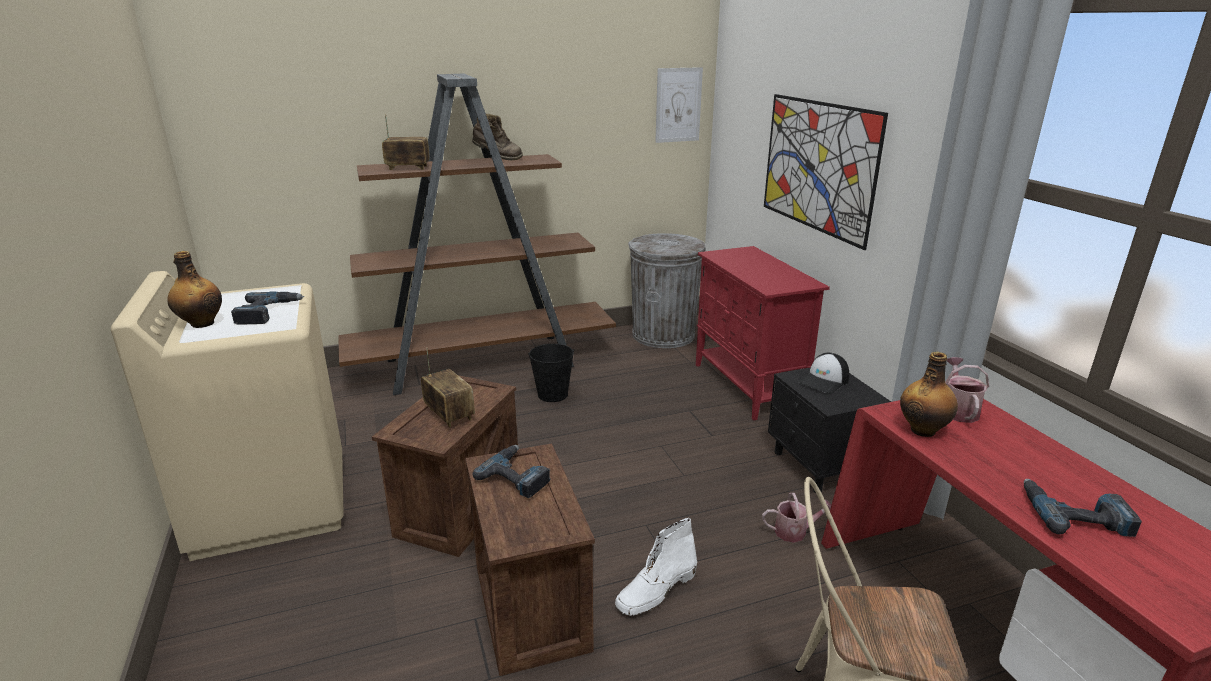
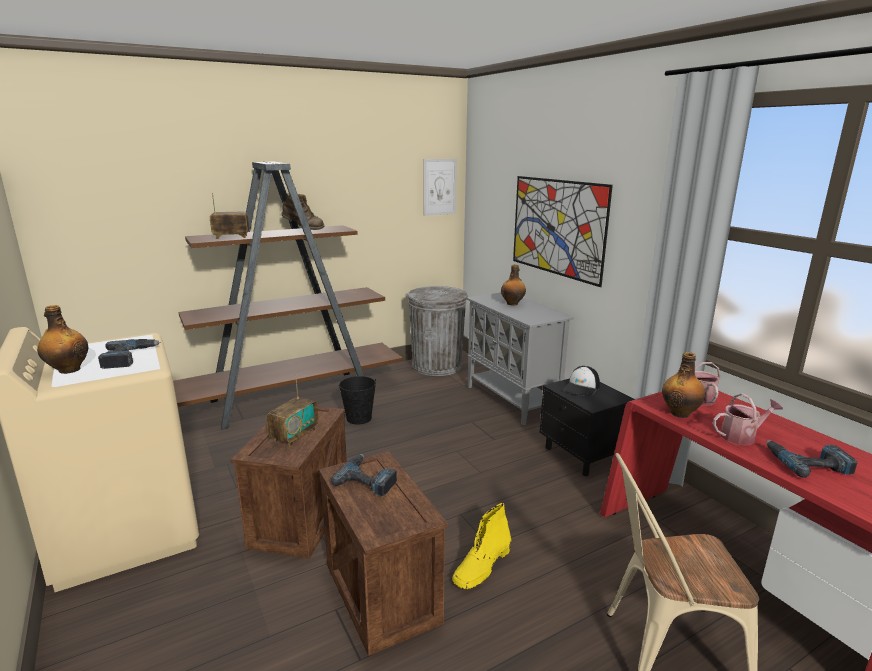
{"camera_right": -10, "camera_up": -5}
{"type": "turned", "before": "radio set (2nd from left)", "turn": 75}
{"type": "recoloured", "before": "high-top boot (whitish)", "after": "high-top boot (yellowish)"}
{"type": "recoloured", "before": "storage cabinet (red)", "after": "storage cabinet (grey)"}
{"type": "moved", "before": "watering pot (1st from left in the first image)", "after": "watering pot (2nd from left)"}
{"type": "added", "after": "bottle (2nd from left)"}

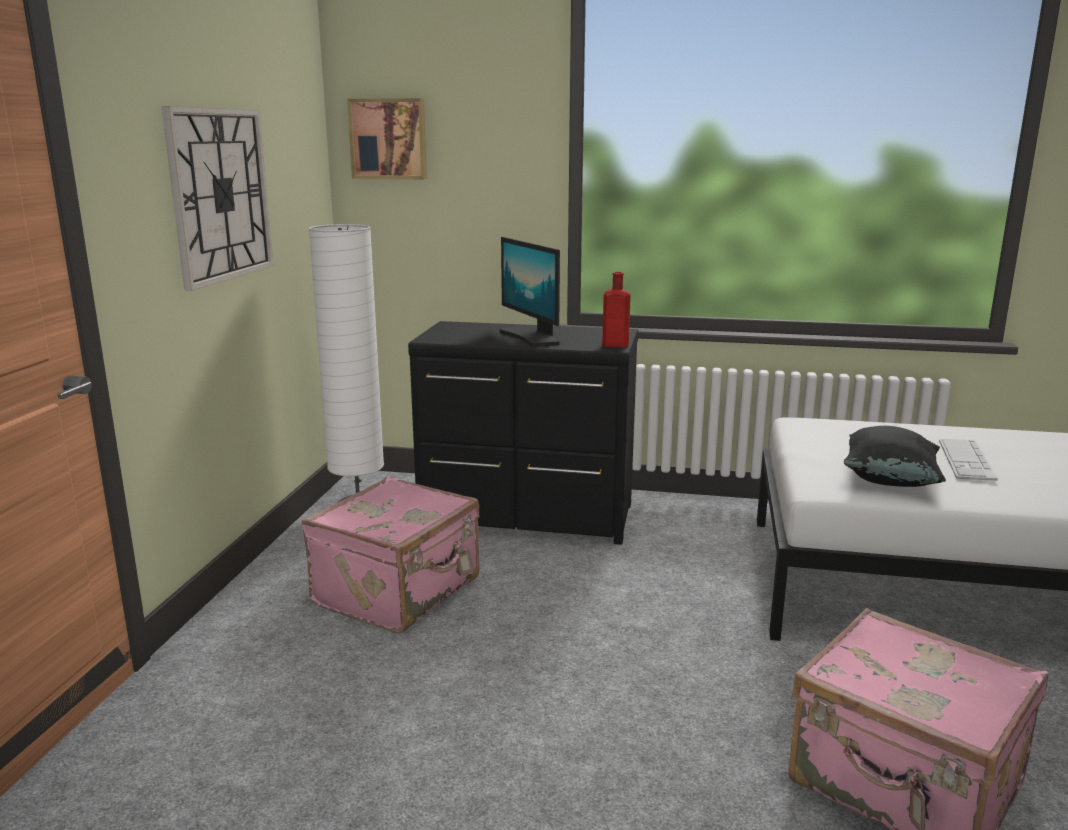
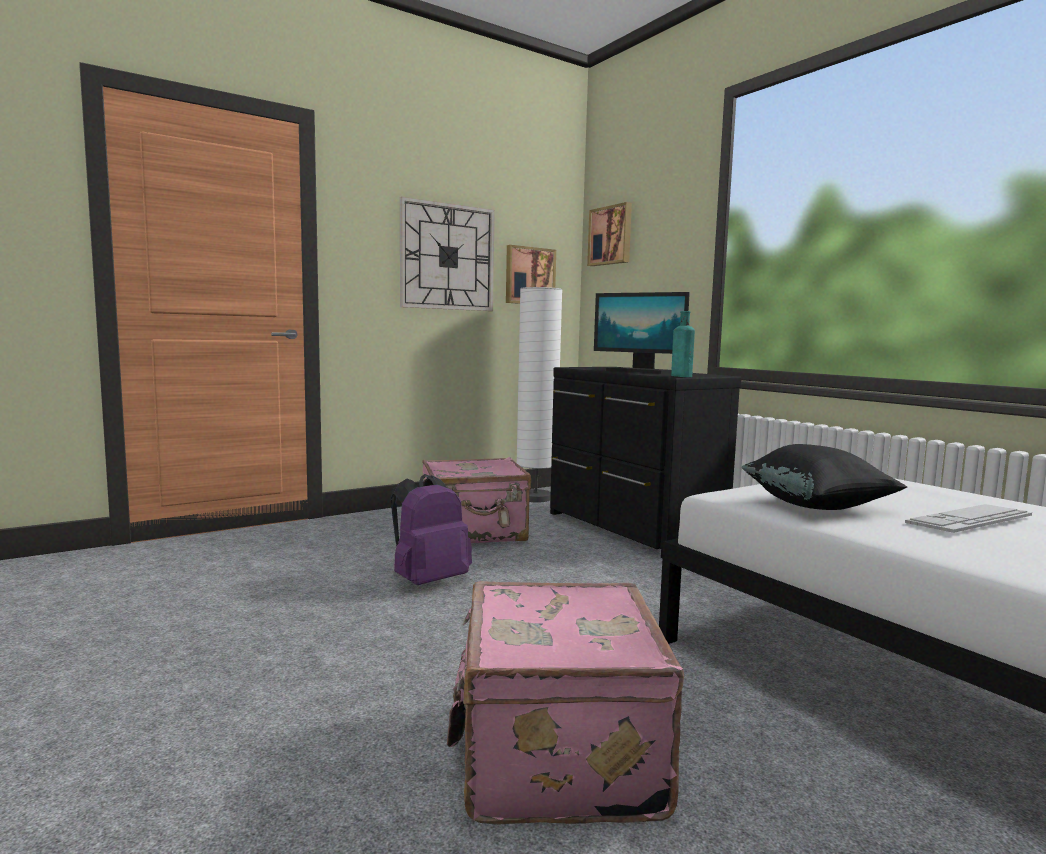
{"camera_right": 45, "camera_up": -10}
{"type": "turned", "before": "computer screen", "turn": -75}
{"type": "recoloured", "before": "bottle (red)", "after": "bottle (turquoise)"}
{"type": "added", "after": "backpack (purple)"}
{"type": "added", "after": "wall picture (1st from left)"}

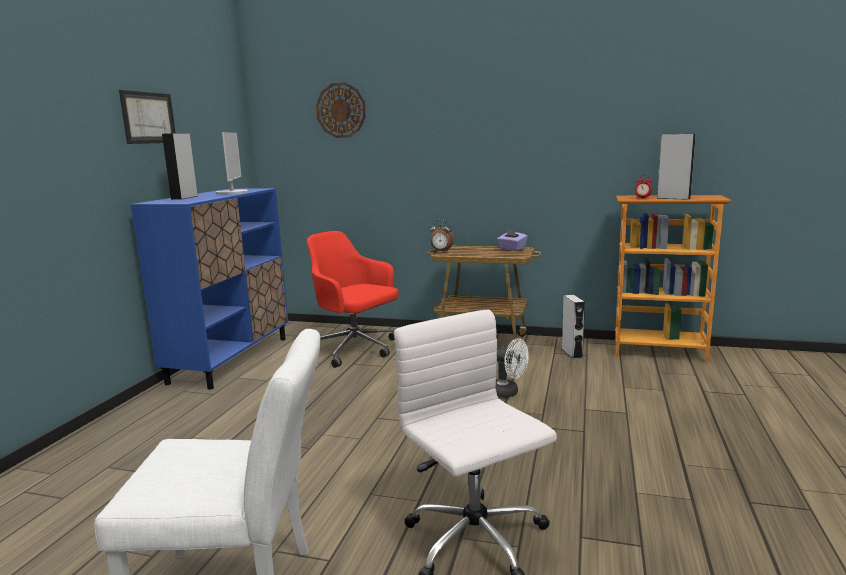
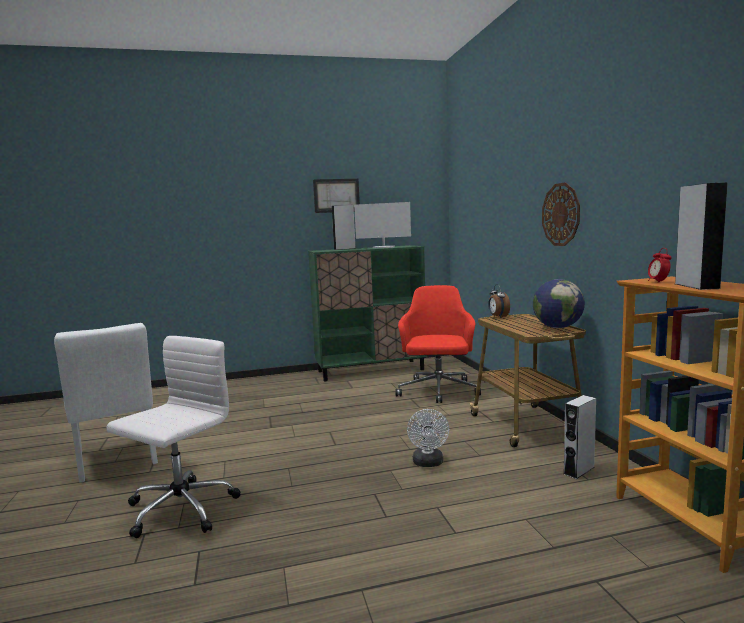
{"camera_right": 60, "camera_up": -5}
{"type": "recoloured", "before": "storage cabinet (blue-coloured)", "after": "storage cabinet (green)"}
{"type": "turned", "before": "computer screen", "turn": 45}
{"type": "moved", "before": "wall clock"}
{"type": "replaced", "before": "tissue holder (purple)", "after": "globe"}

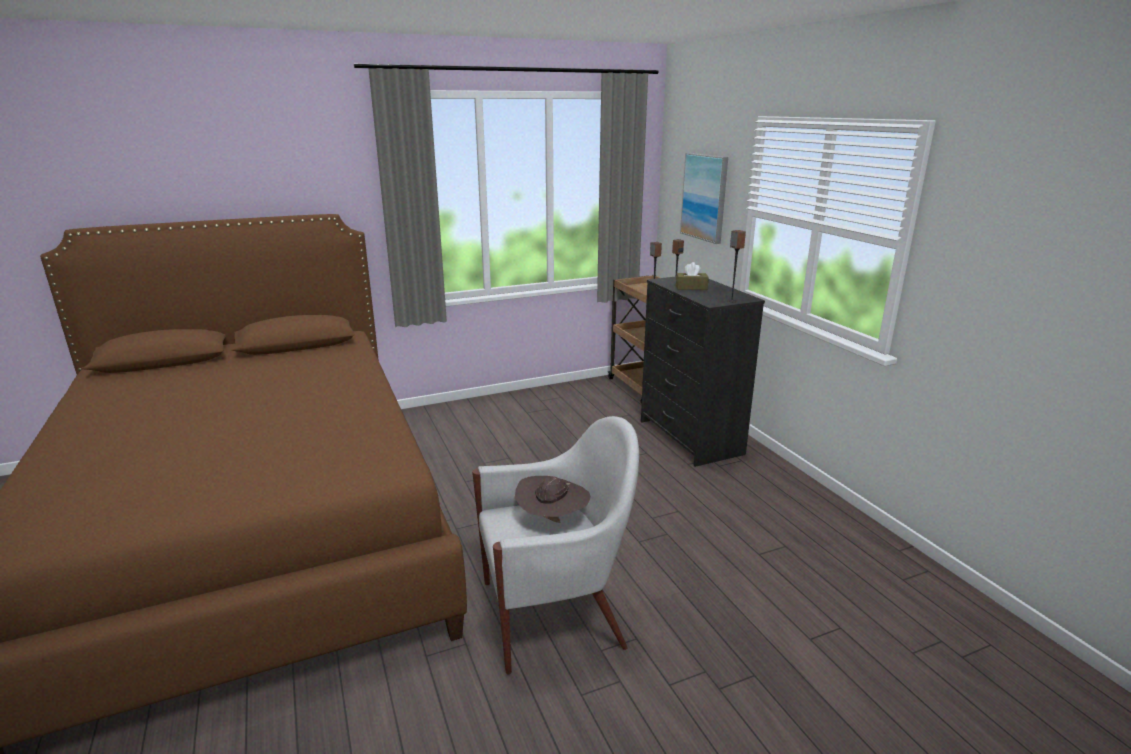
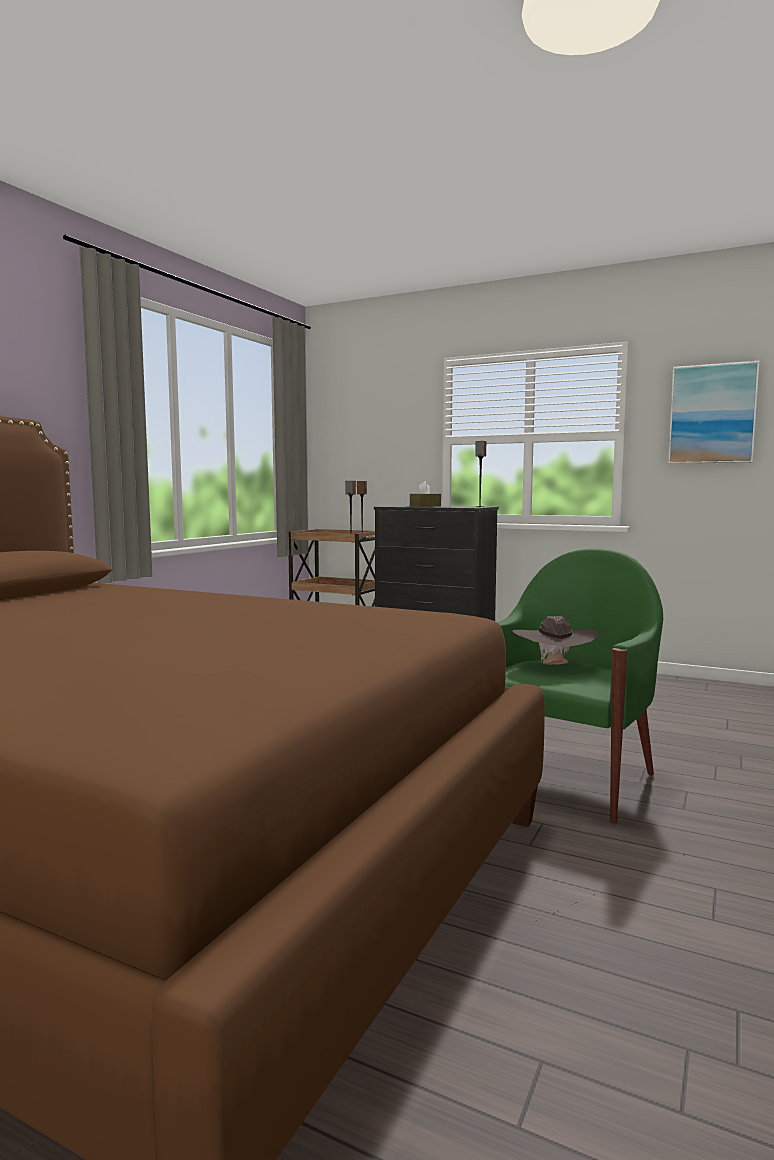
{"camera_right": -40, "camera_up": -15}
{"type": "recoloured", "before": "lounge chair (whitish)", "after": "lounge chair (green)"}
{"type": "moved", "before": "wall picture"}

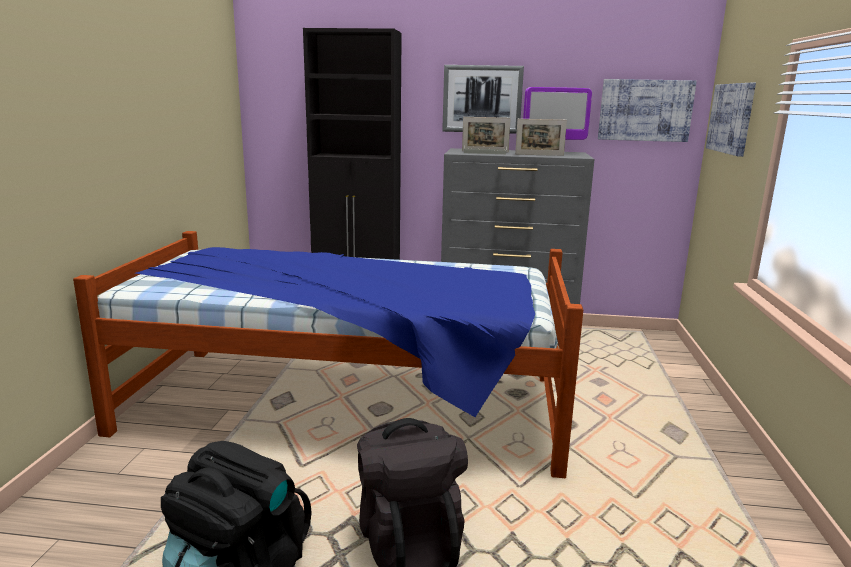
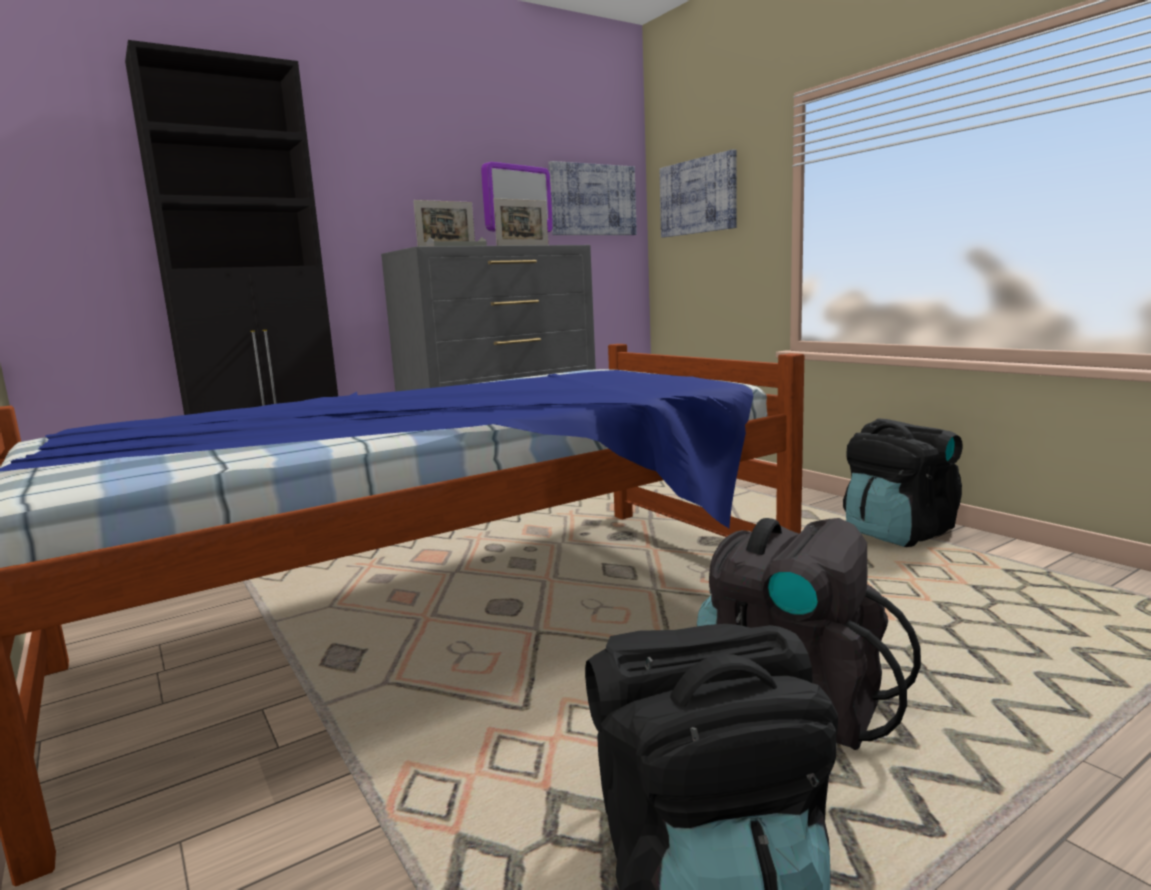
{"camera_right": -40, "camera_up": -5}
{"type": "removed", "before": "wall picture (1st from left)"}
{"type": "added", "after": "backpack (blackish) (3rd from left)"}

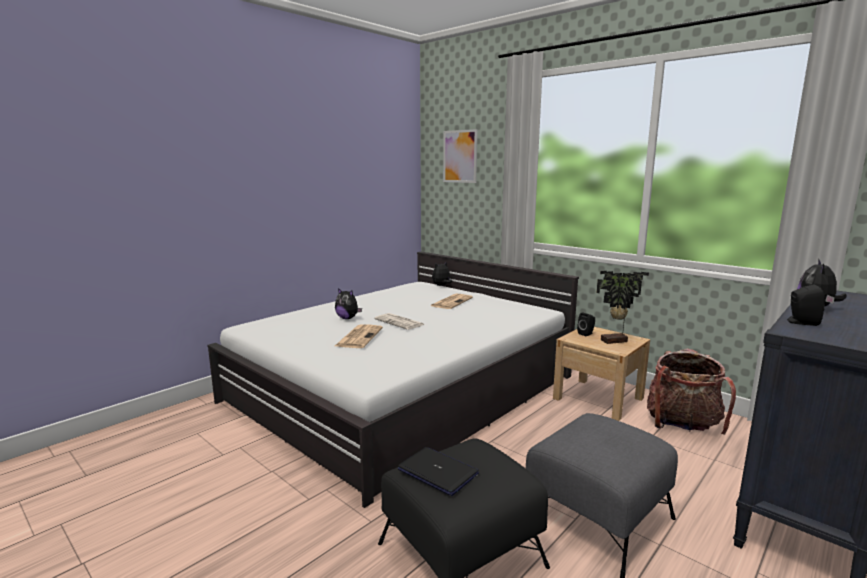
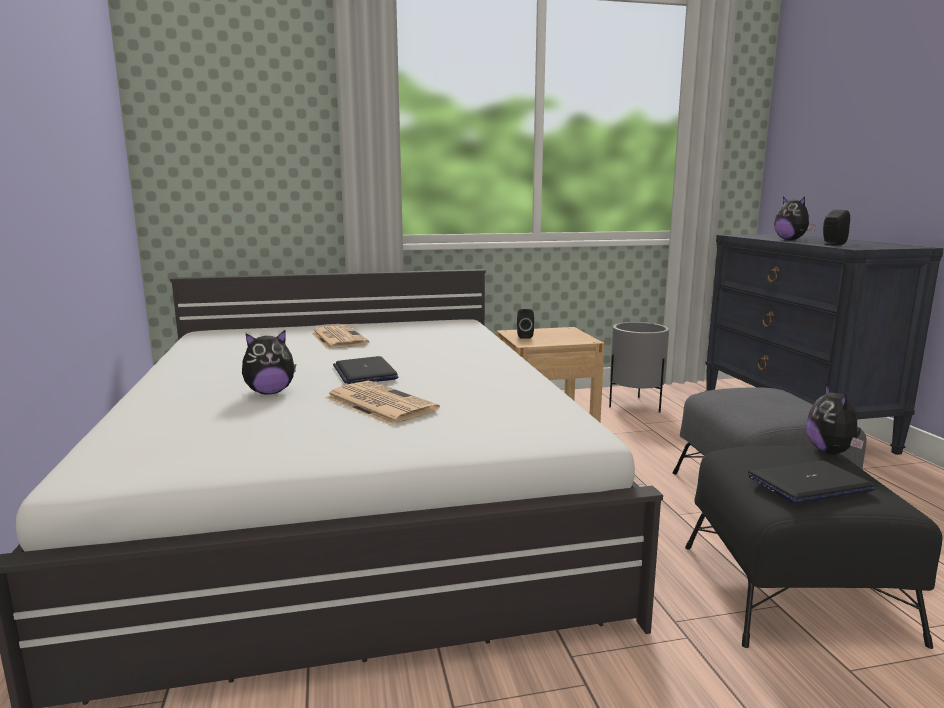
{"camera_right": -55, "camera_up": 0}
{"type": "replaced", "before": "printed paper (2nd from left)", "after": "notebook computer (1st from left)"}
{"type": "moved", "before": "soft toy (2nd from left in the first image)", "after": "soft toy (3rd from left)"}
{"type": "removed", "before": "wall picture"}
{"type": "removed", "before": "plant in a pot"}
{"type": "replaced", "before": "backpack", "after": "planter (grey)"}

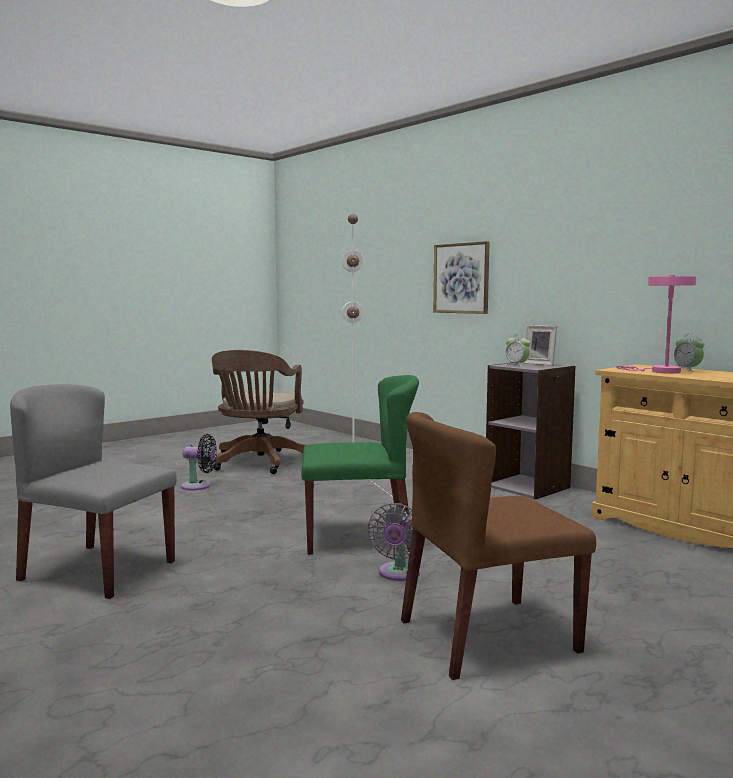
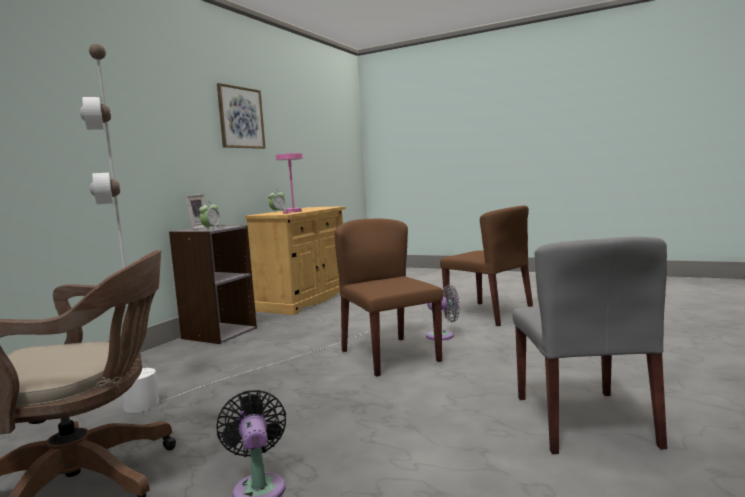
{"camera_right": -110, "camera_up": 0}
{"type": "recoloured", "before": "chair (green)", "after": "chair (brown) (1st from left)"}
{"type": "moved", "before": "wall picture"}

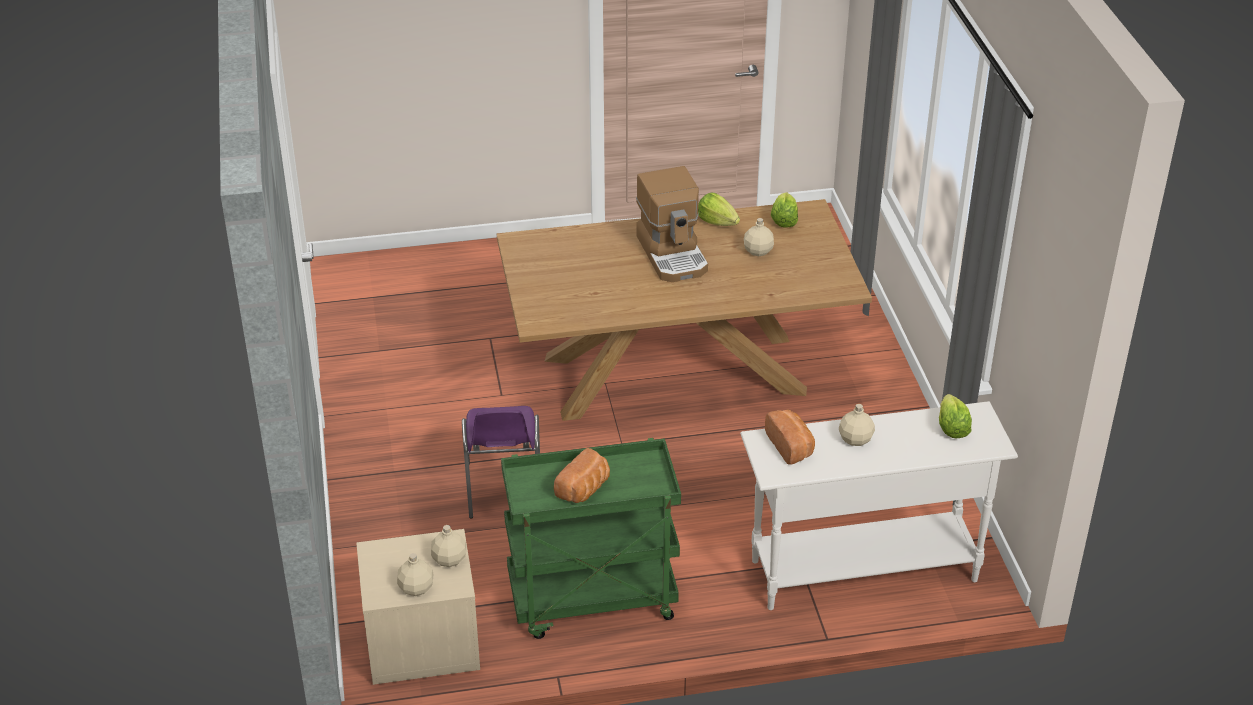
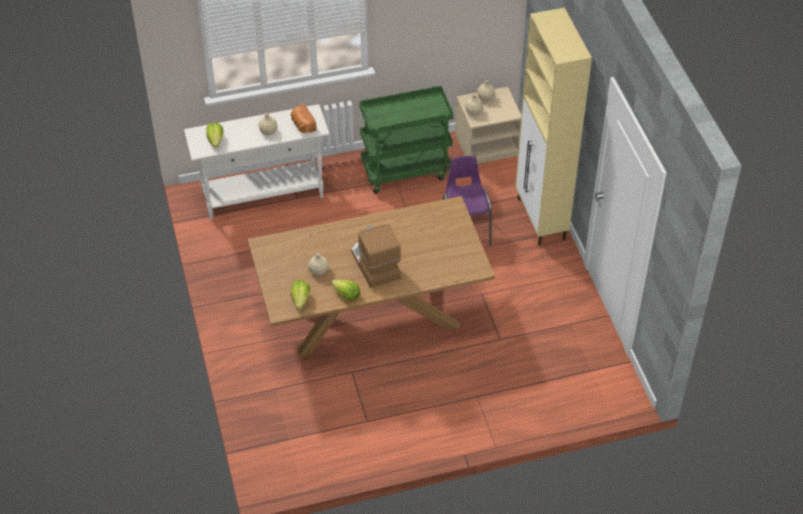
{"camera_right": 175, "camera_up": 10}
{"type": "removed", "before": "bread (1st from left)"}
{"type": "added", "after": "storage cabinet (beige-coloured)"}

